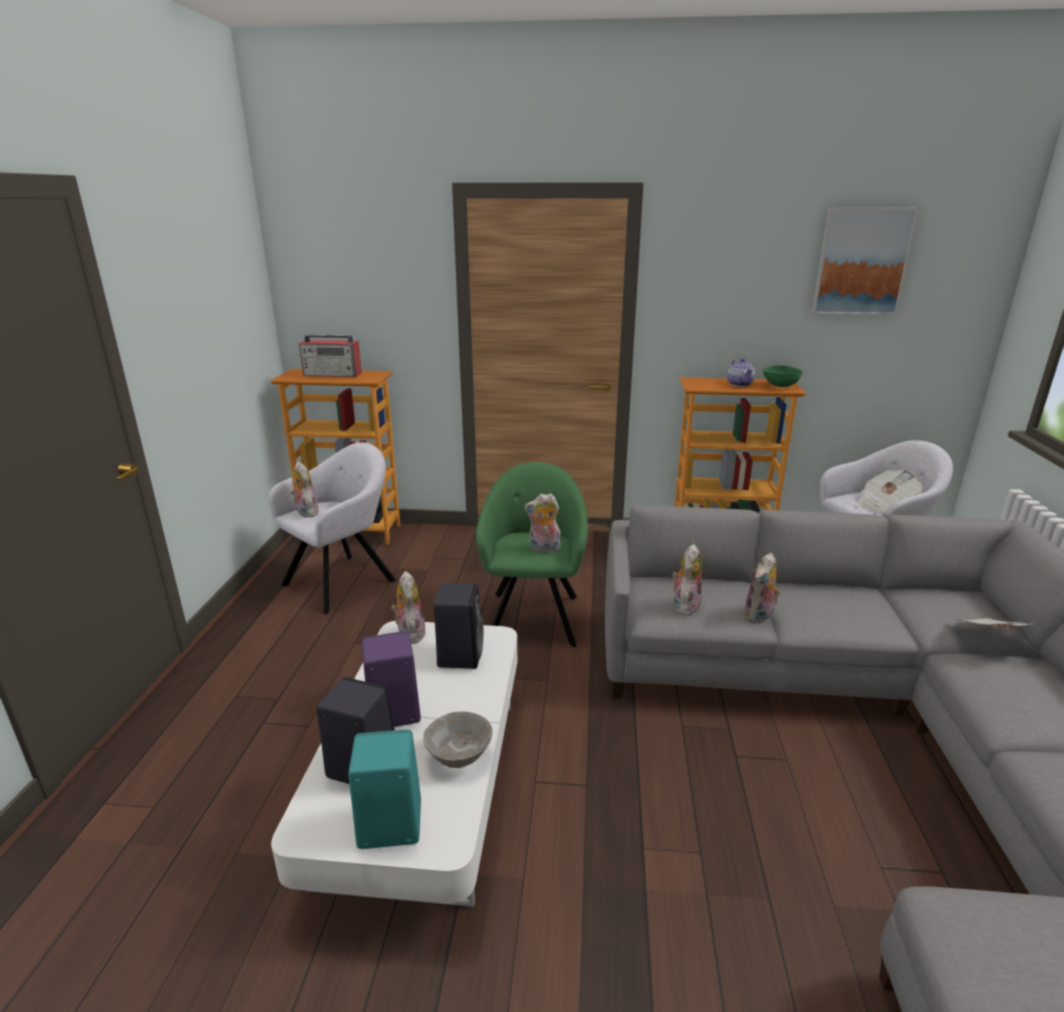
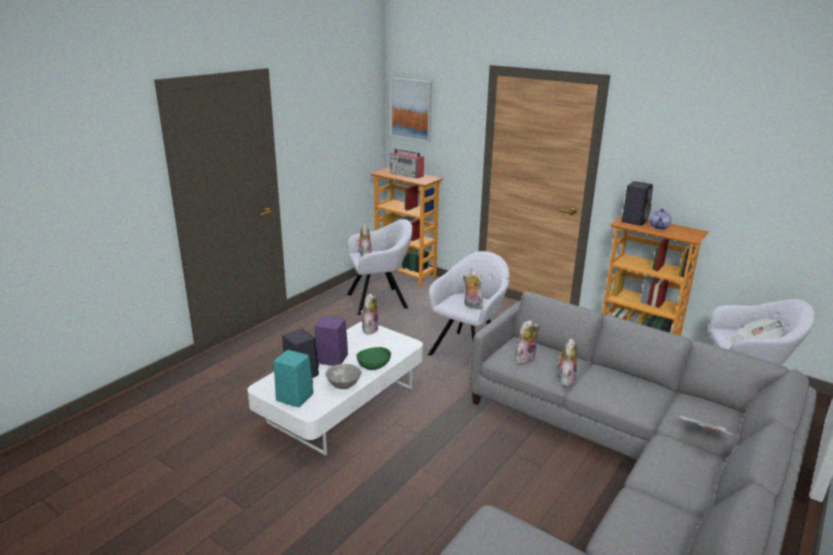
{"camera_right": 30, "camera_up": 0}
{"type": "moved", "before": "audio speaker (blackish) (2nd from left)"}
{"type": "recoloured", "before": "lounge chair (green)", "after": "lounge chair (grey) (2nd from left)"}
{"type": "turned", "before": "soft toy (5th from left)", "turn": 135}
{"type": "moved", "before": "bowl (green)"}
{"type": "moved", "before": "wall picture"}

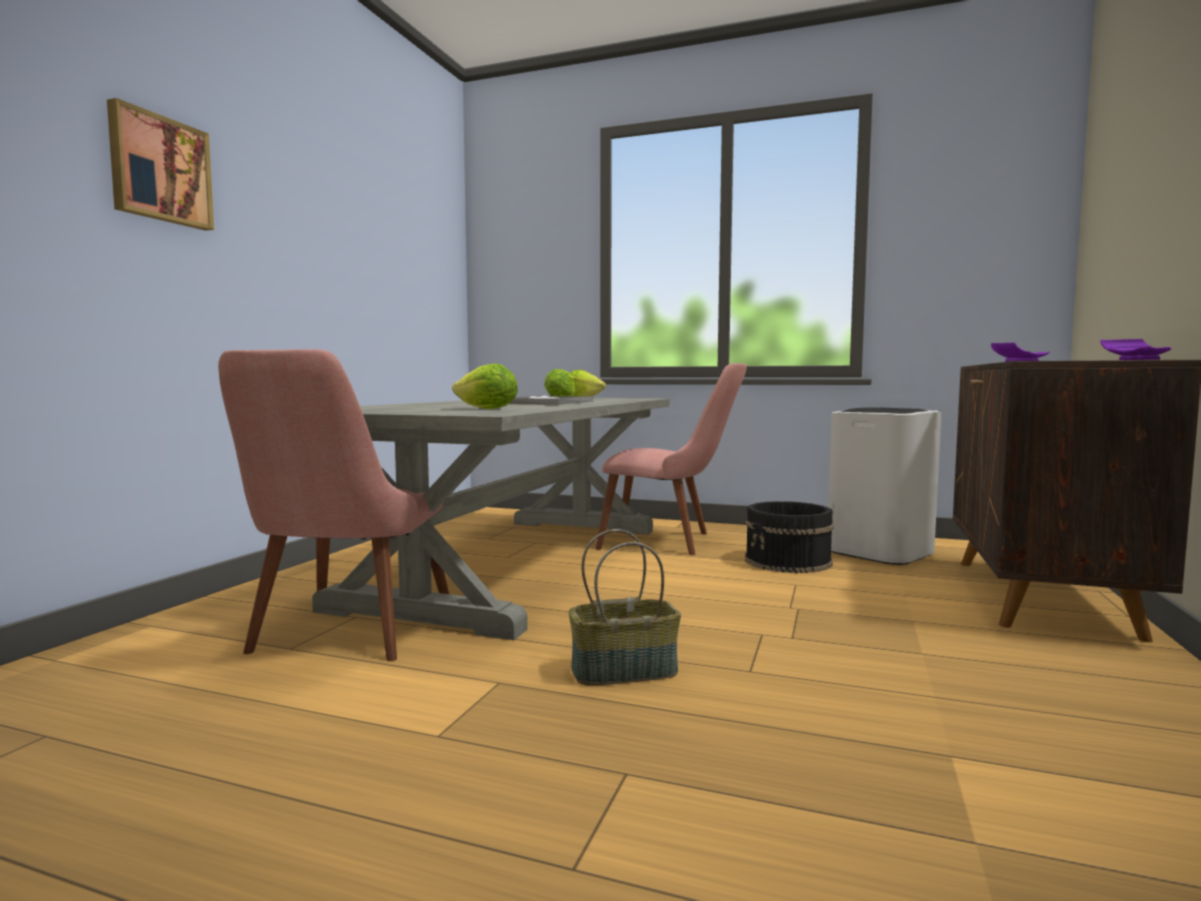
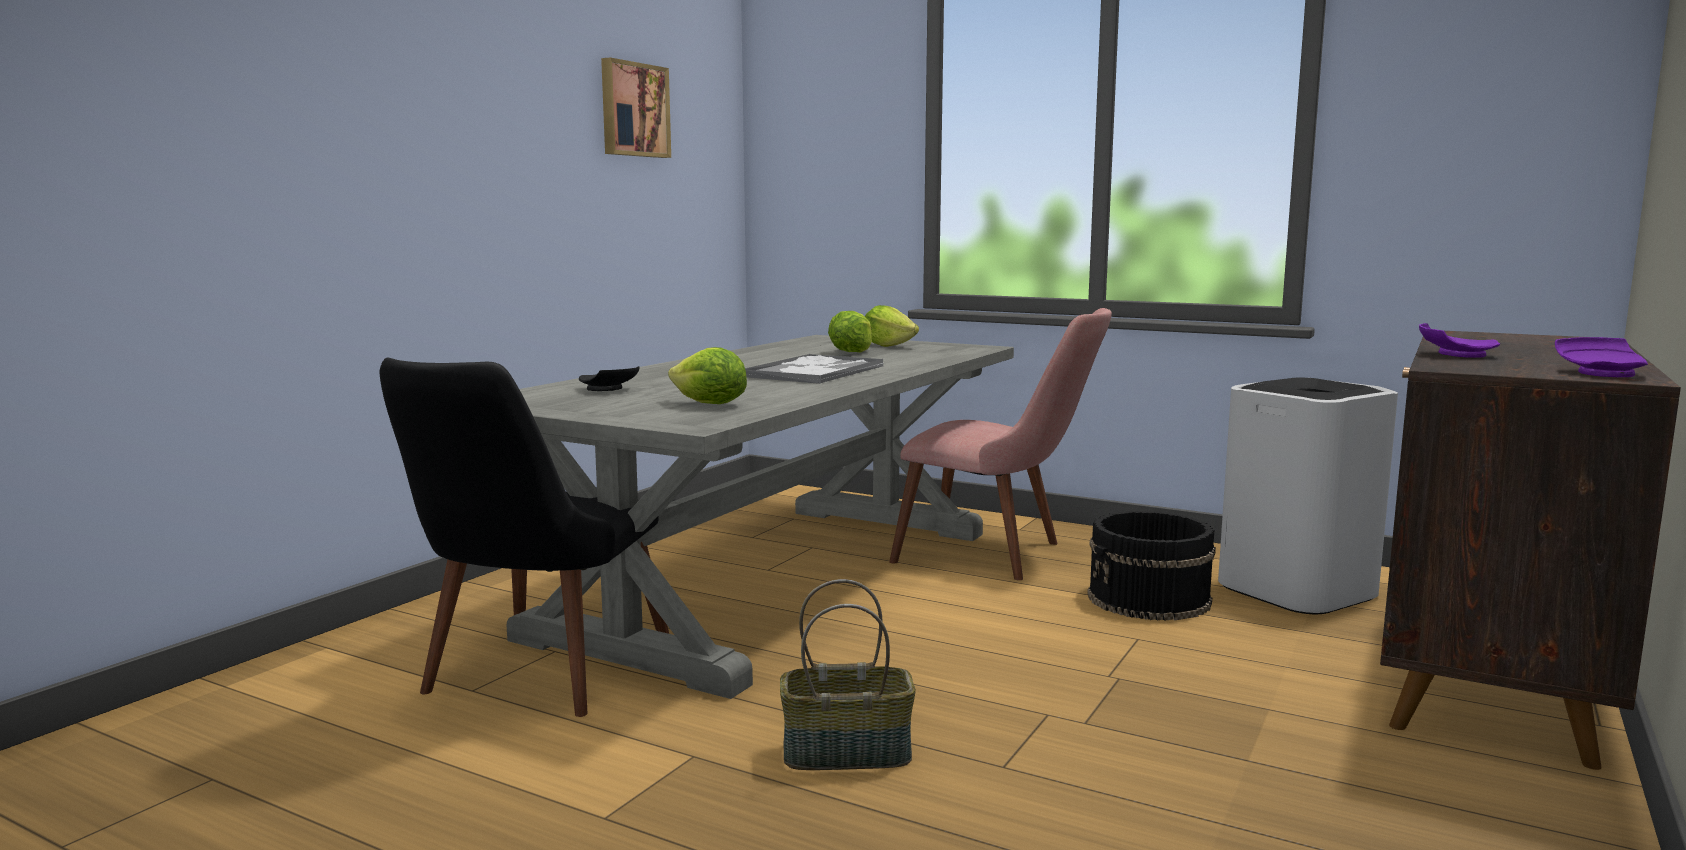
{"camera_right": 10, "camera_up": 5}
{"type": "moved", "before": "wall picture"}
{"type": "recoloured", "before": "chair (pinkish) (1st from left)", "after": "chair (blackish)"}
{"type": "added", "after": "dinner plate (blackish)"}

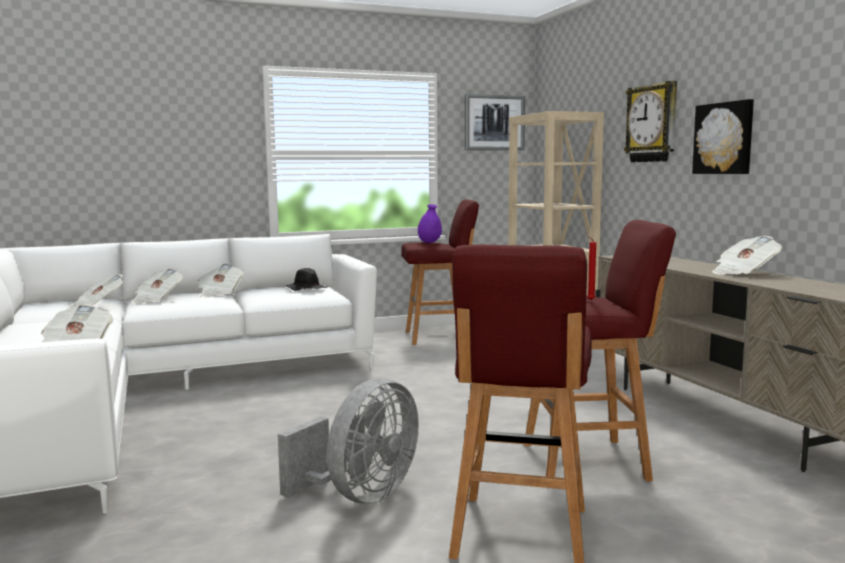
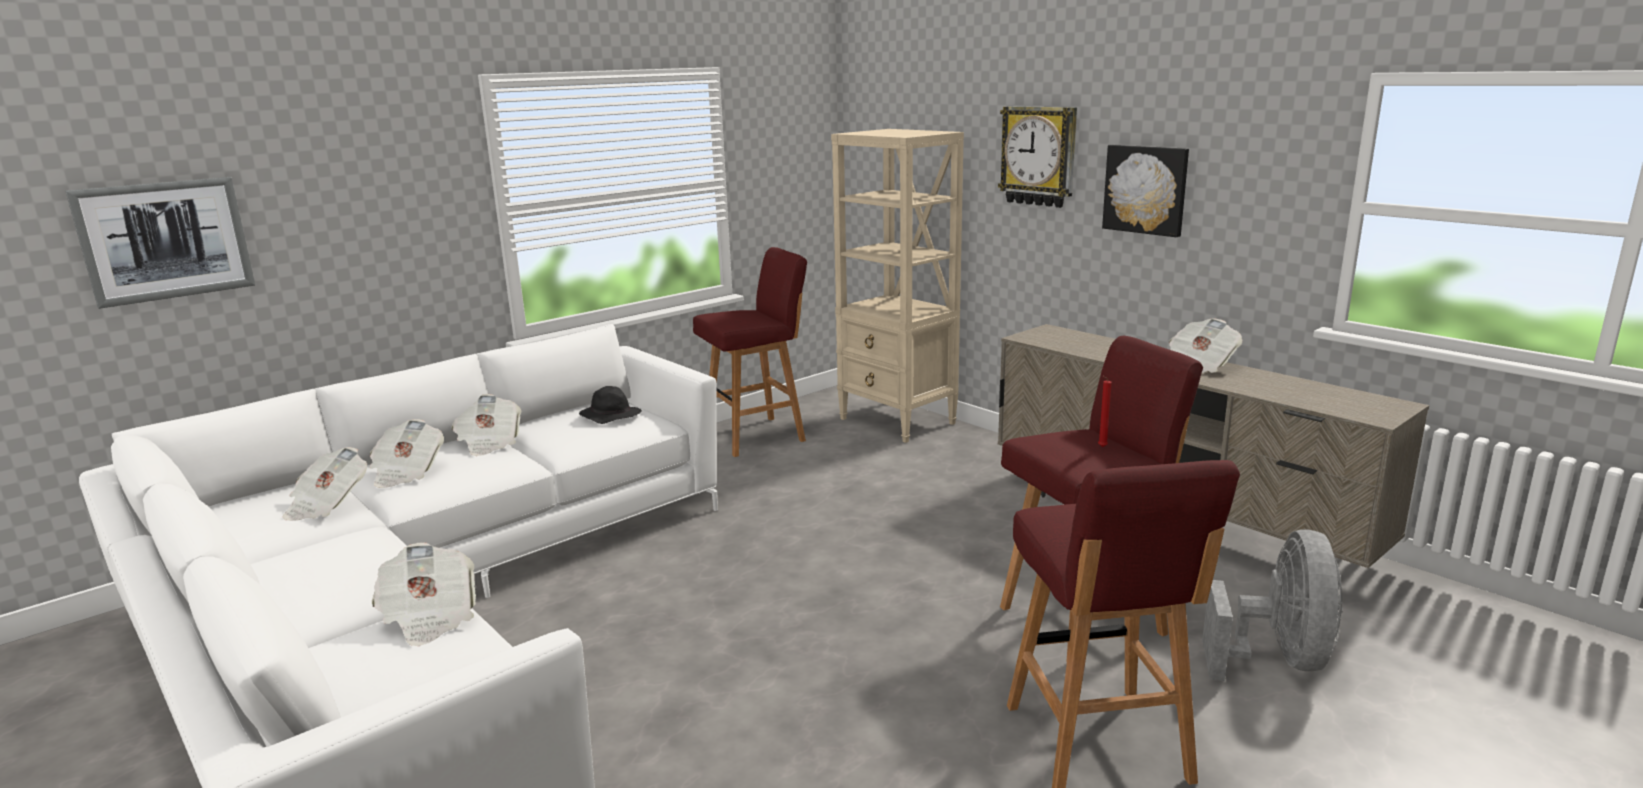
{"camera_right": -20, "camera_up": 10}
{"type": "moved", "before": "fan (grey)"}
{"type": "removed", "before": "flower vase (purple)"}
{"type": "moved", "before": "wall picture (1st from left)"}

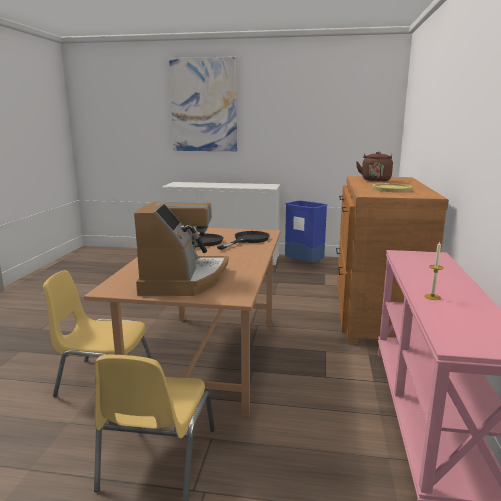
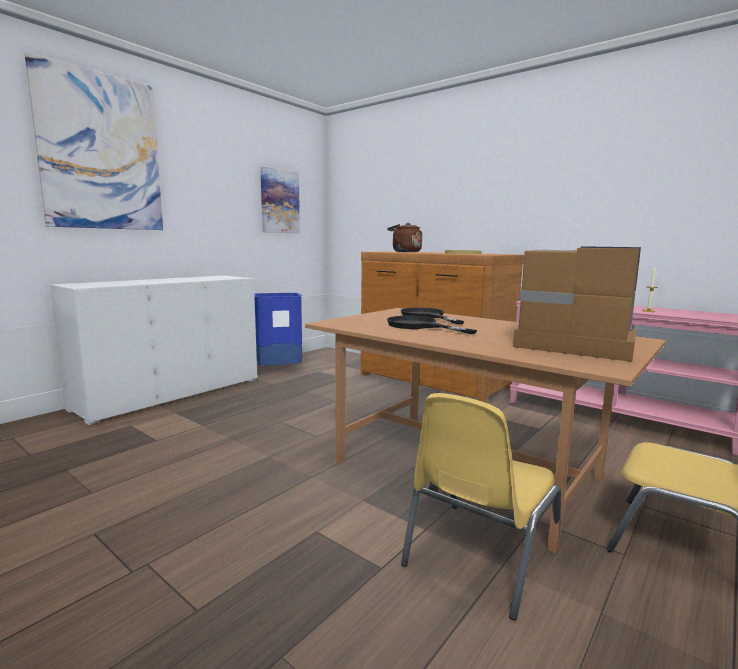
{"camera_right": -60, "camera_up": -5}
{"type": "added", "after": "wall picture (2nd from left)"}

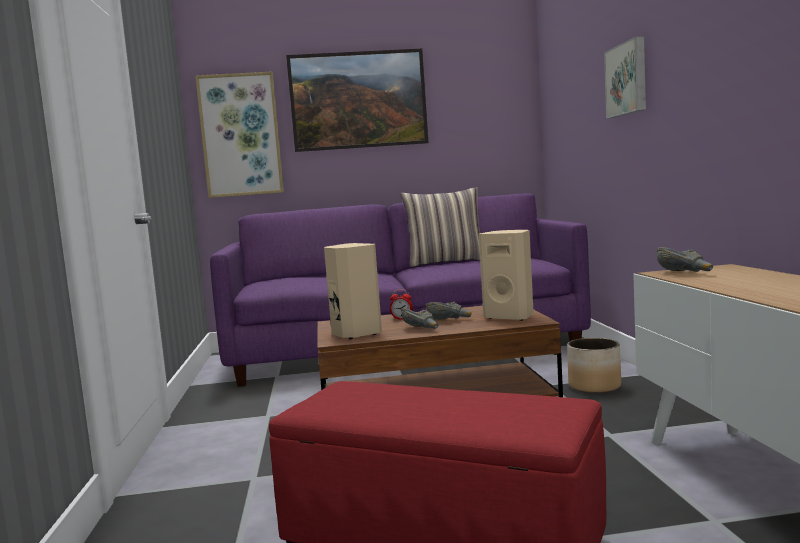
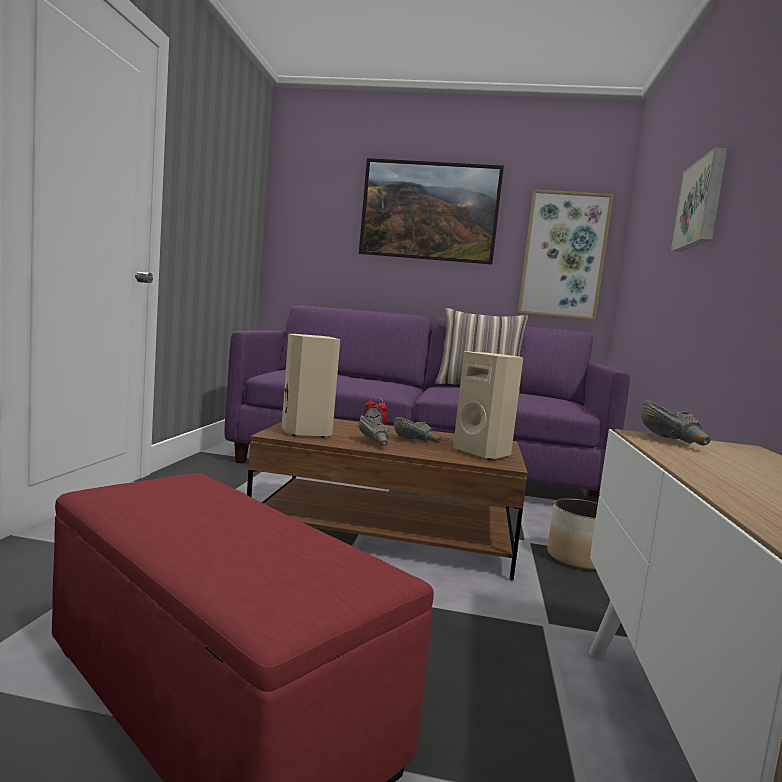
{"camera_right": 15, "camera_up": 0}
{"type": "moved", "before": "wall picture (1st from left in the first image)", "after": "wall picture (2nd from left)"}

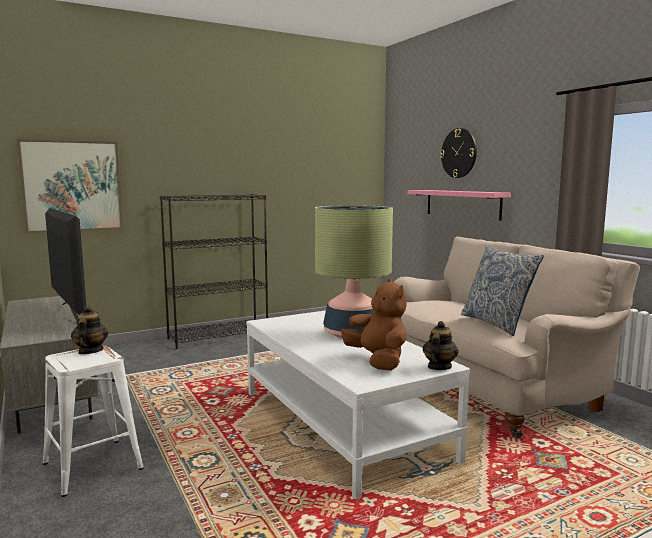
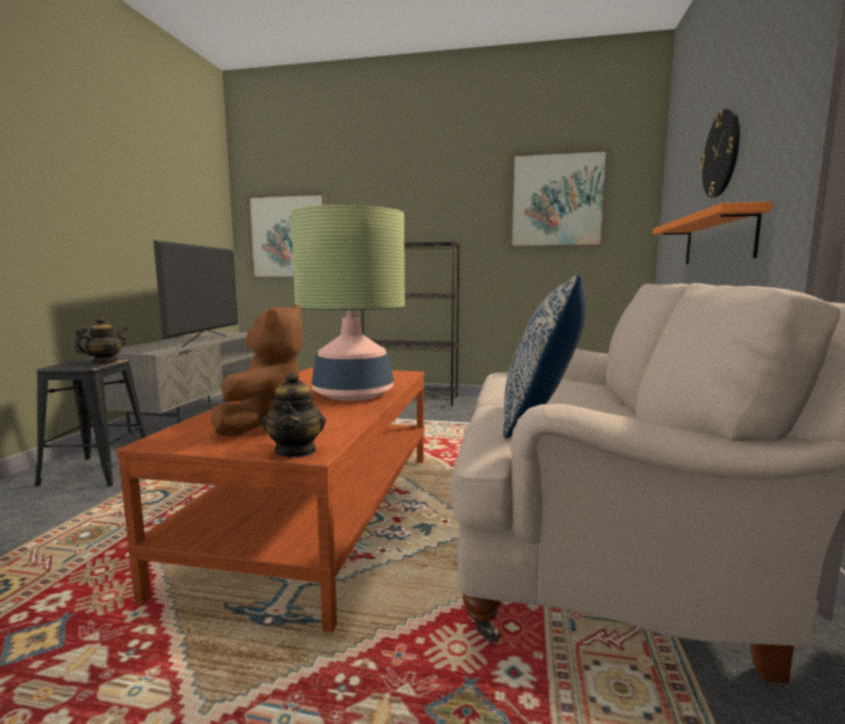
{"camera_right": 40, "camera_up": 0}
{"type": "recoloured", "before": "stool seat (whitish)", "after": "stool seat (blackish)"}
{"type": "recoloured", "before": "coffee table (whitish)", "after": "coffee table (brown)"}
{"type": "recoloured", "before": "wall shelf (pinkish)", "after": "wall shelf (orange-coloured)"}
{"type": "turned", "before": "teapot (2nd from left)", "turn": 105}
{"type": "added", "after": "wall picture (2nd from left)"}

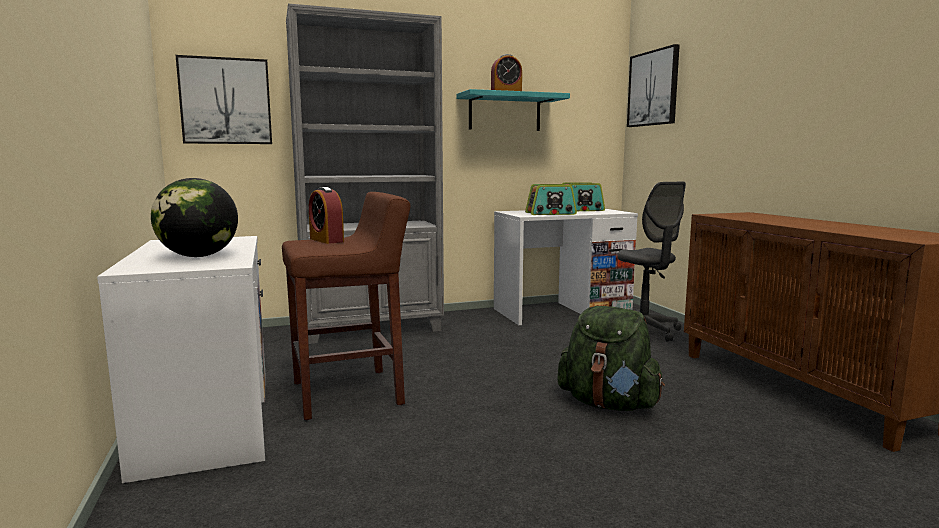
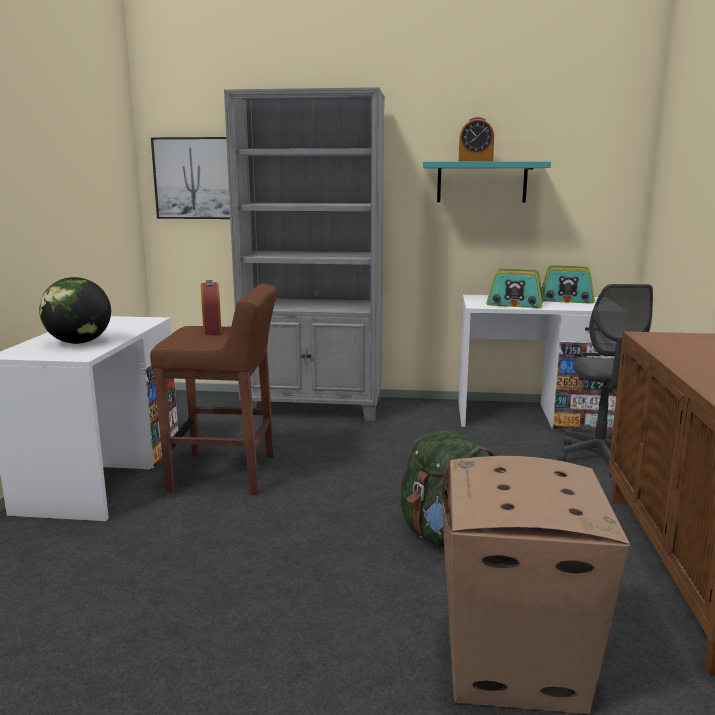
{"camera_right": 25, "camera_up": 5}
{"type": "removed", "before": "wall picture (2nd from left)"}
{"type": "added", "after": "carton"}

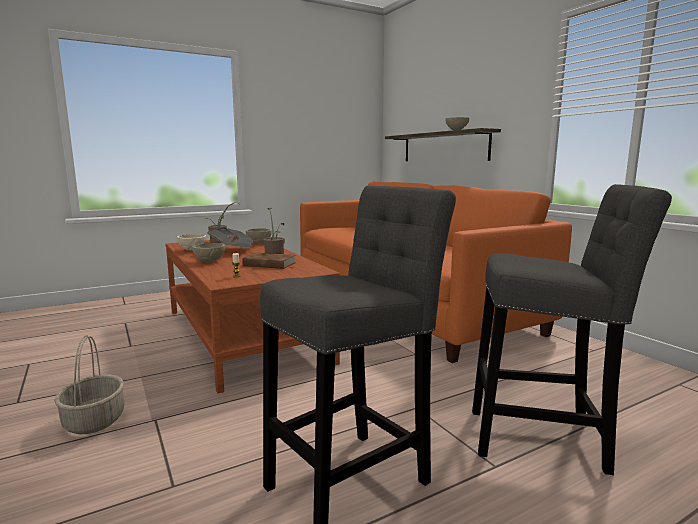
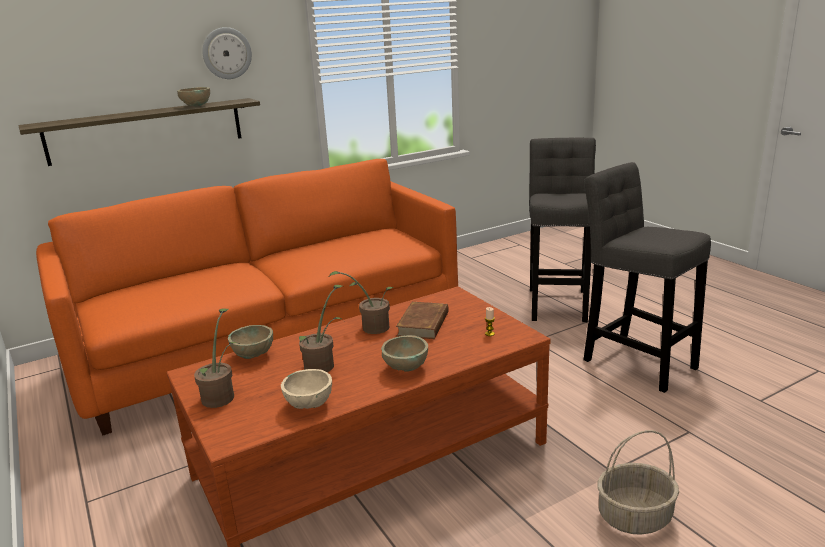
{"camera_right": -90, "camera_up": 10}
{"type": "replaced", "before": "printed paper", "after": "plant in a pot (2nd from left)"}
{"type": "added", "after": "wall clock"}

